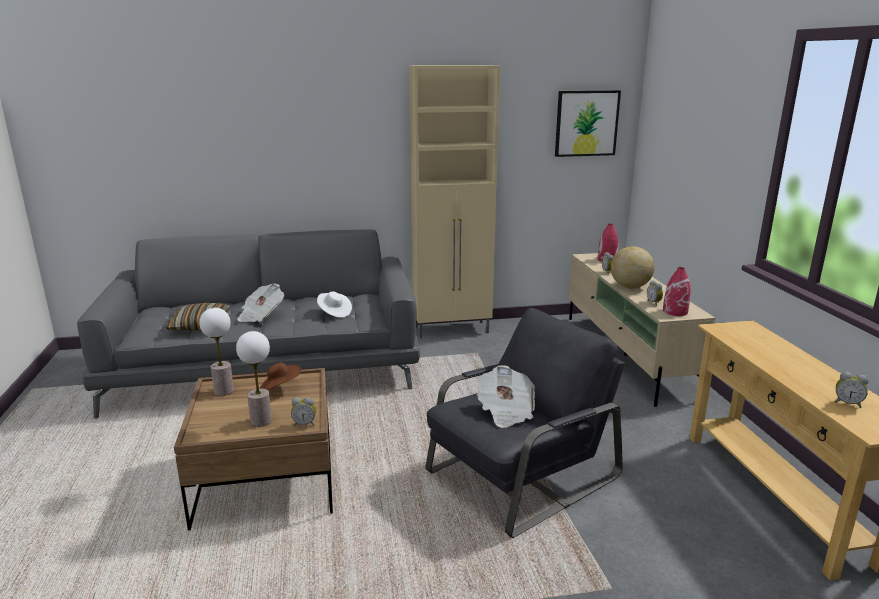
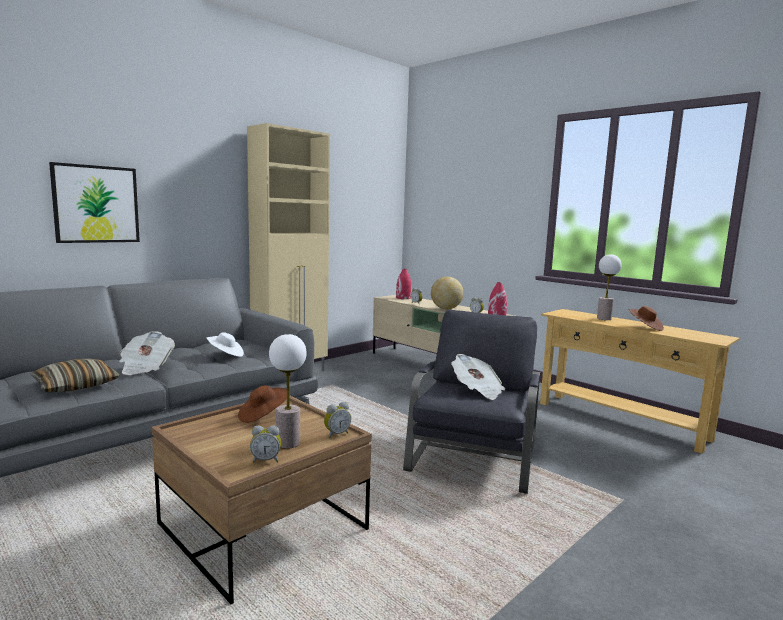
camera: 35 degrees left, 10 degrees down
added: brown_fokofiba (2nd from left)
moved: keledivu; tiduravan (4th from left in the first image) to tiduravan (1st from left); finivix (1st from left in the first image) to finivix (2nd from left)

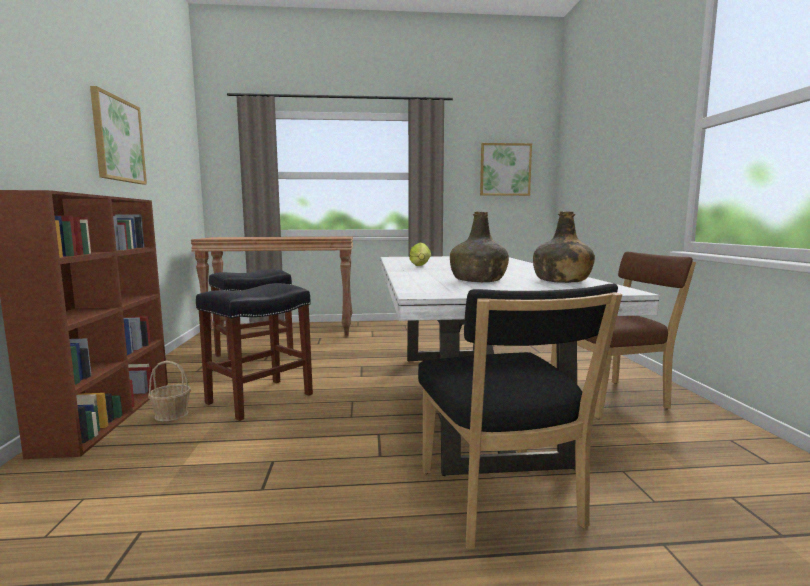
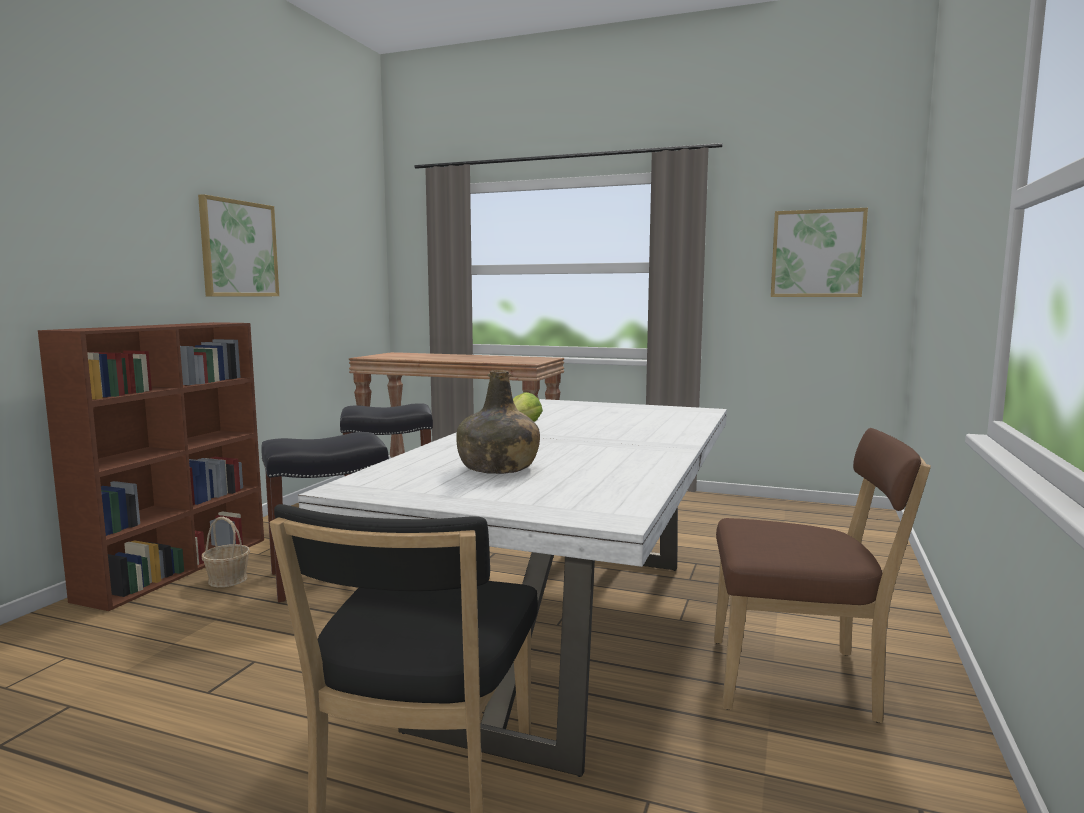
camera: 25 degrees right, 0 degrees up
removed: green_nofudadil (2nd from left)

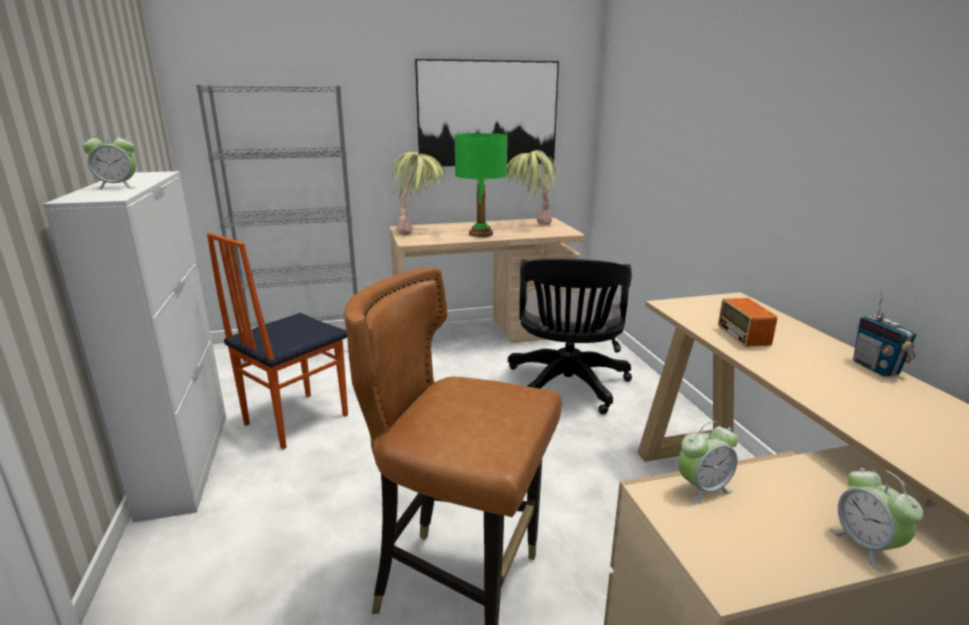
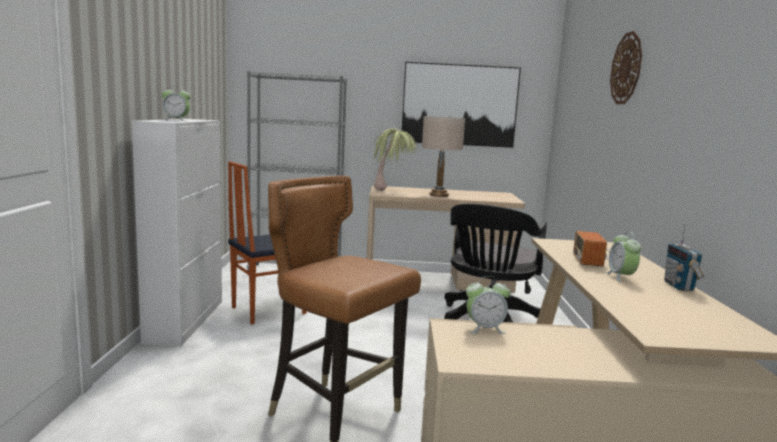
camera: 15 degrees right, 10 degrees down
removed: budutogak (2nd from left)
added: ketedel
moved: tiduravan (3rd from left)
recoloured: green_finivix to beige_finivix

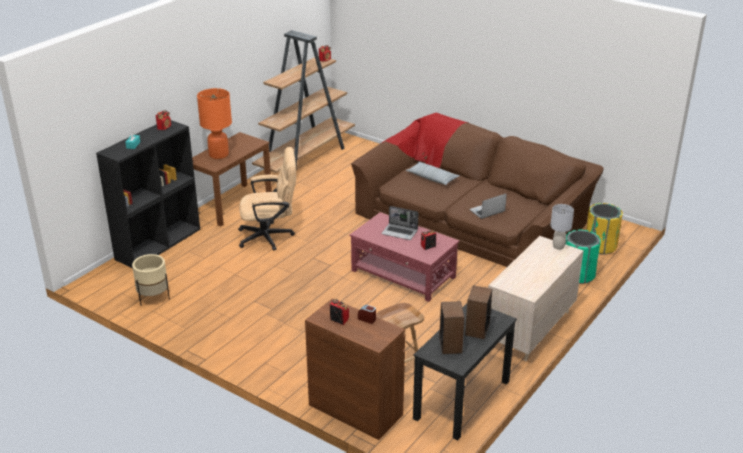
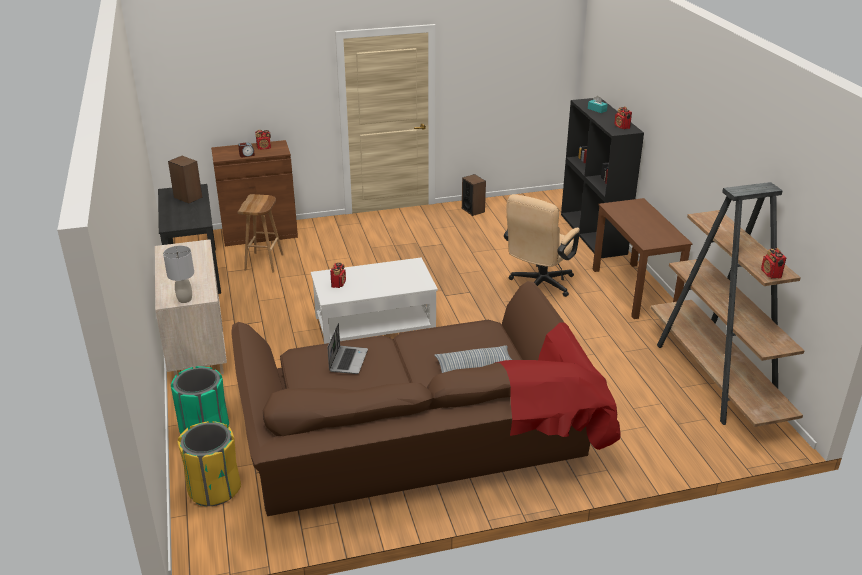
camera: 130 degrees right, 0 degrees up
removed: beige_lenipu; orange_finivix; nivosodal (1st from left)
moved: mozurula (2nd from left)
recoloured: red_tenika to white_tenika

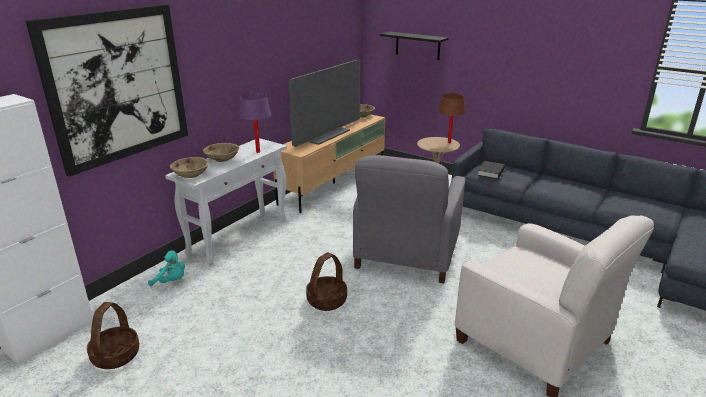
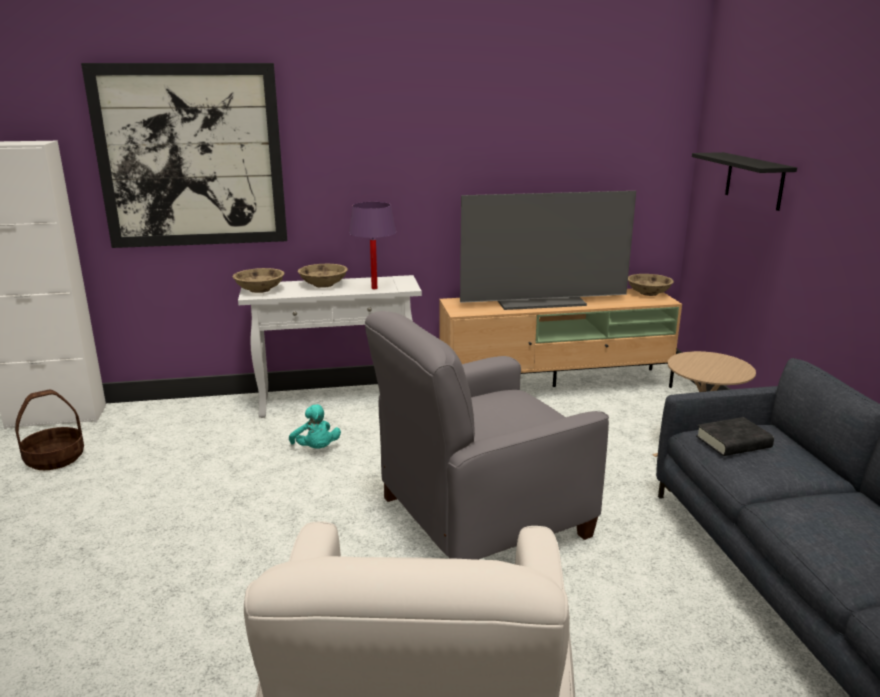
camera: 45 degrees right, 5 degrees down
removed: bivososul (2nd from left); brown_finivix
moved: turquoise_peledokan

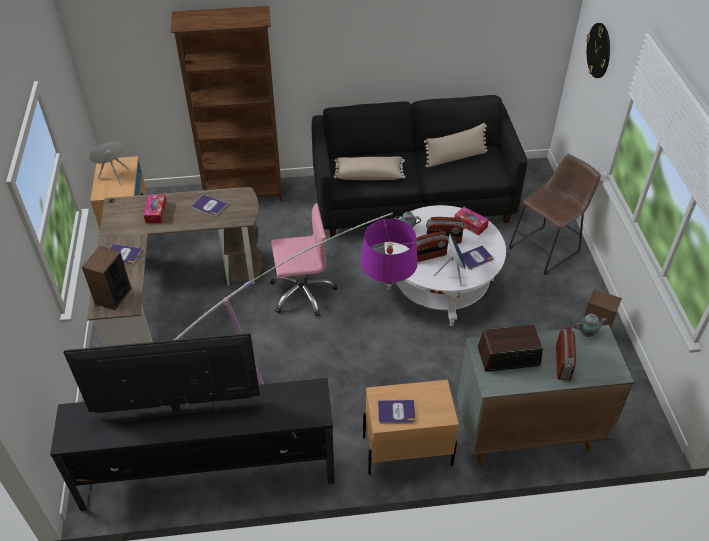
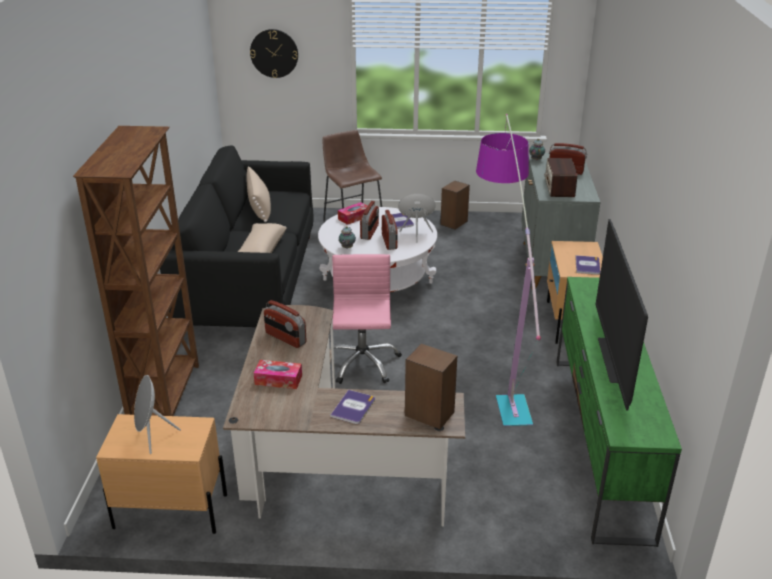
camera: 80 degrees left, 15 degrees down
replaced: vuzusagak (2nd from left) to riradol (1st from left)
recoloured: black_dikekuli to green_dikekuli

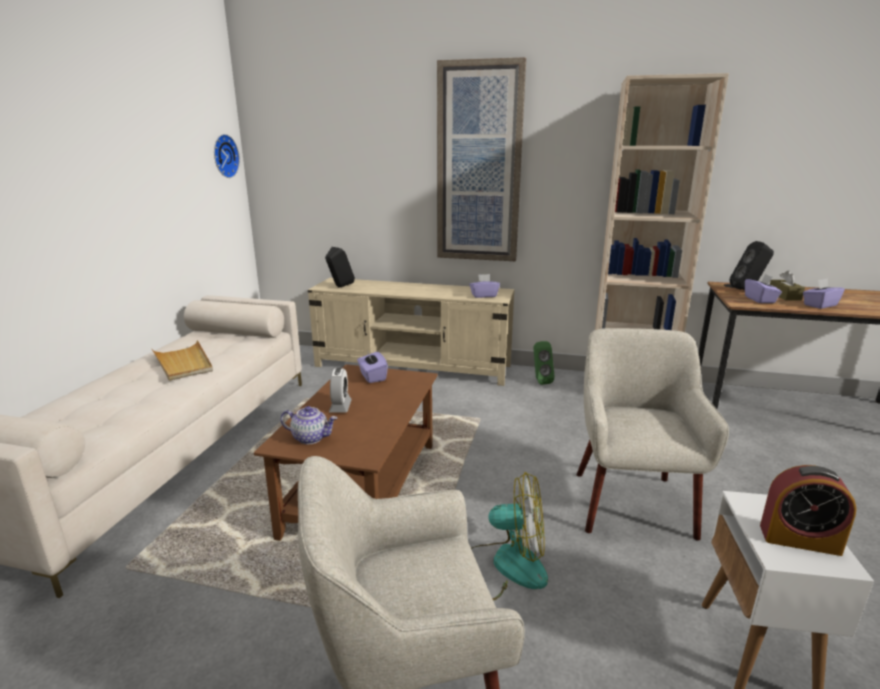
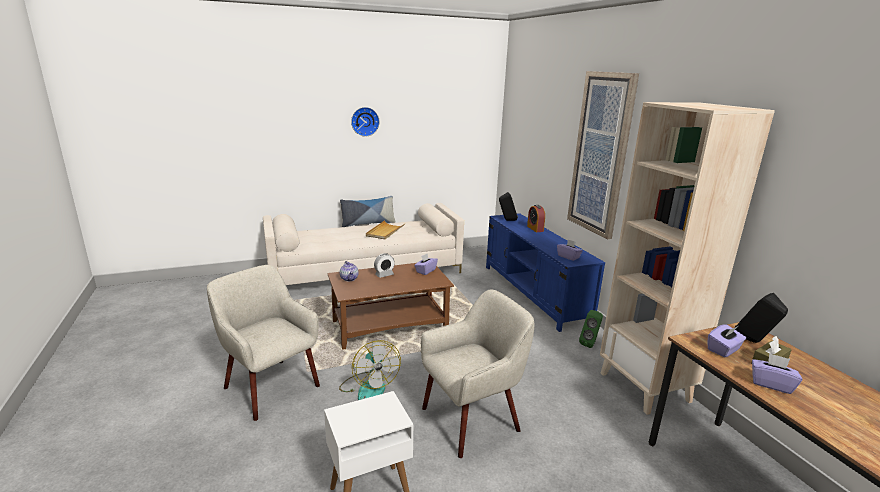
camera: 55 degrees right, 0 degrees up
added: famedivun
moved: ketedel; tiduravan (2nd from left)
recoloured: beige_dikekuli to blue_dikekuli

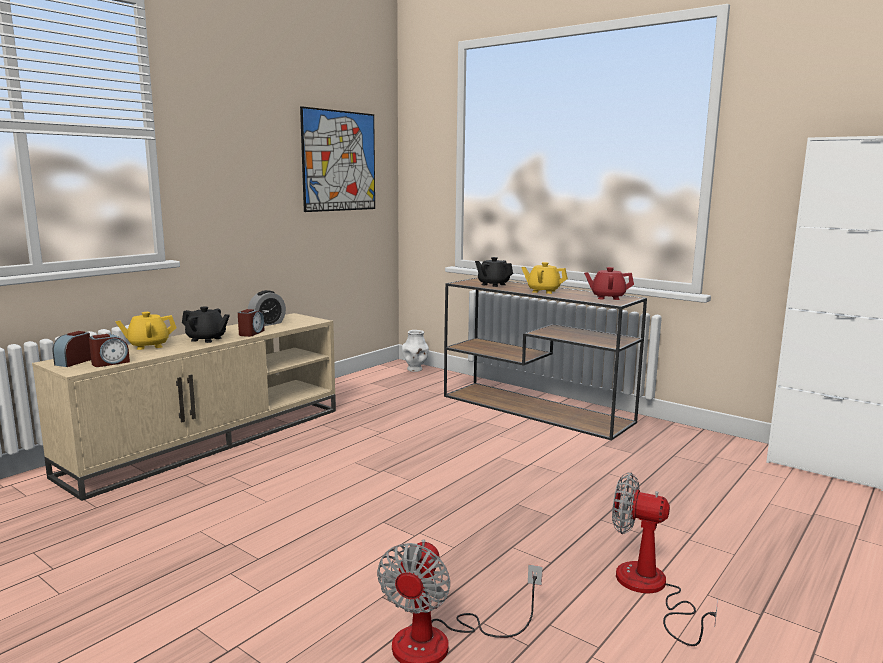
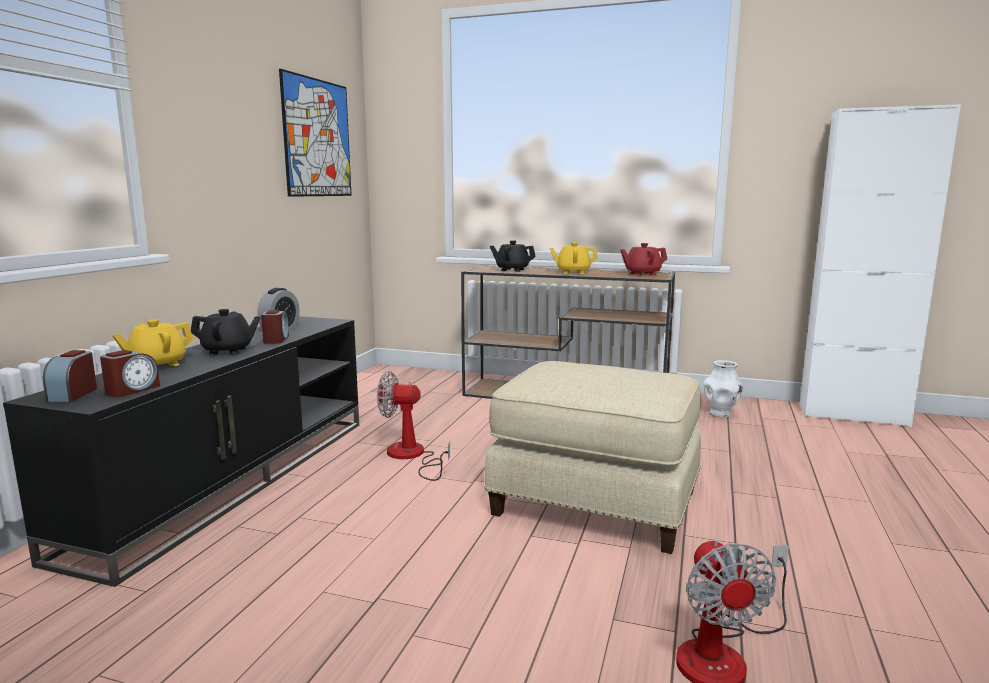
camera: 20 degrees left, 0 degrees up
added: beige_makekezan
moved: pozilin (2nd from left in the first image) to pozilin (1st from left); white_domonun
recoloured: beige_dikekuli to black_dikekuli

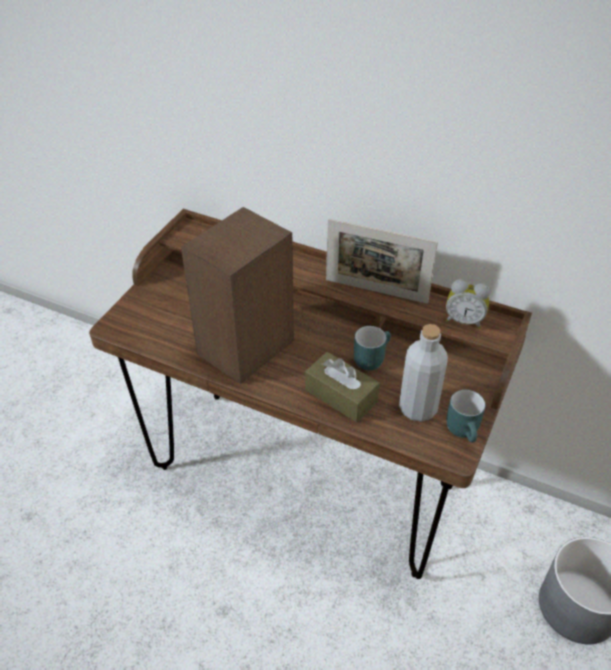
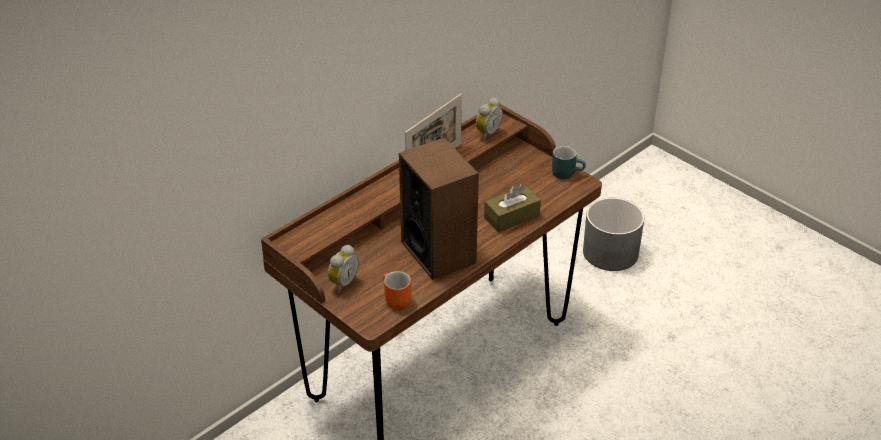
camera: 70 degrees left, 5 degrees down
removed: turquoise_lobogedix (1st from left); grey_nofudadil
added: tiduravan (1st from left); orange_lobogedix

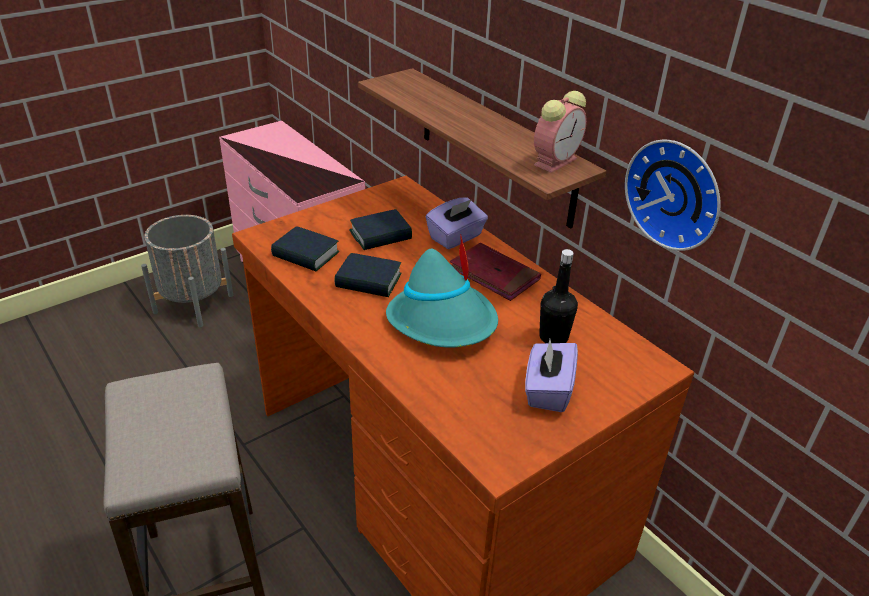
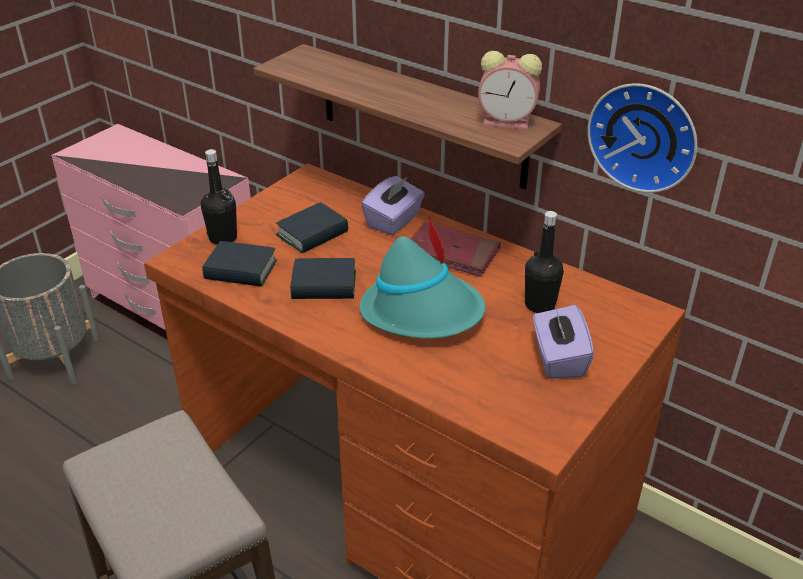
camera: 15 degrees left, 0 degrees up
added: black_nofudadil (1st from left)
turned: tiduravan 75 degrees clockwise

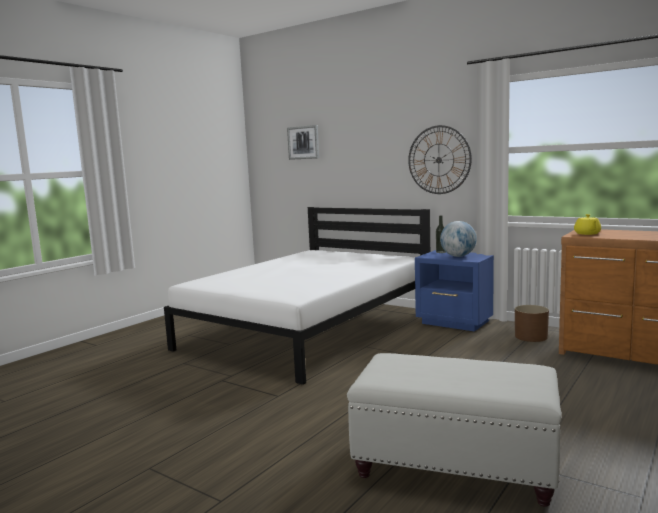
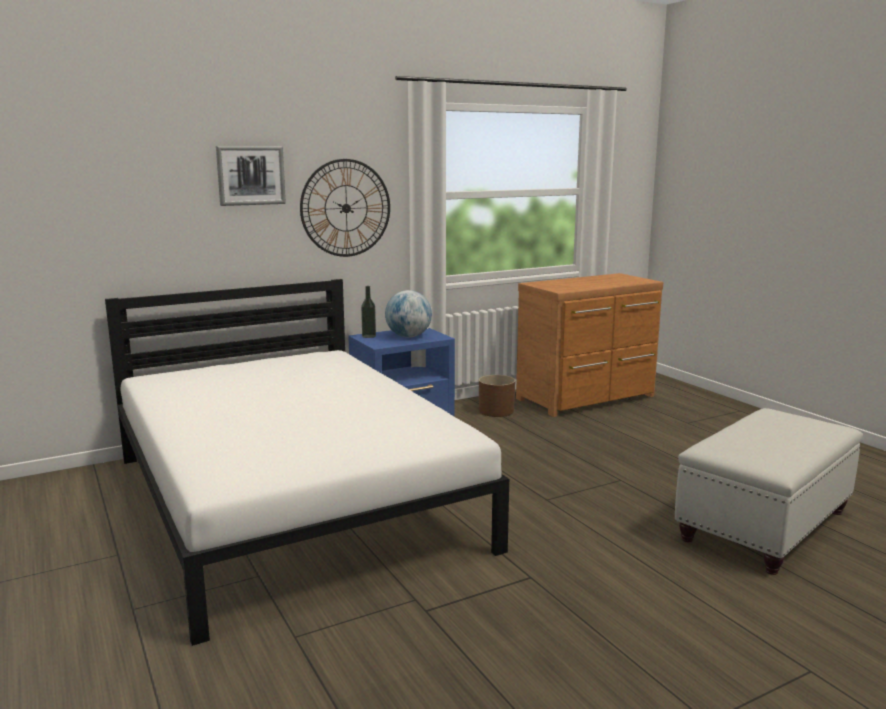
camera: 65 degrees left, 5 degrees up
removed: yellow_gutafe
moved: keledivu

